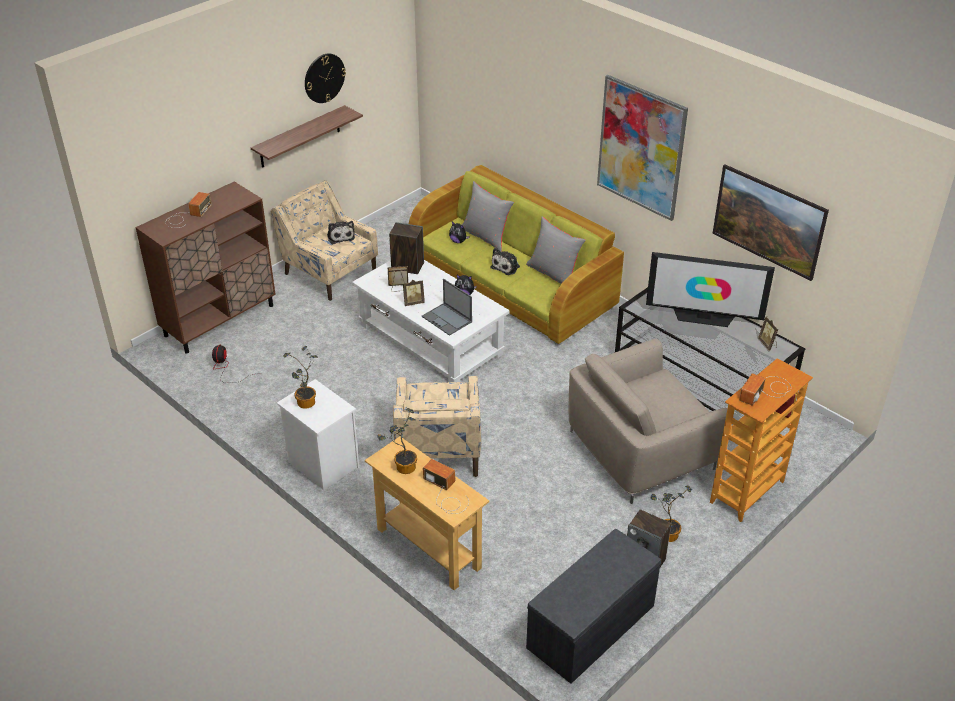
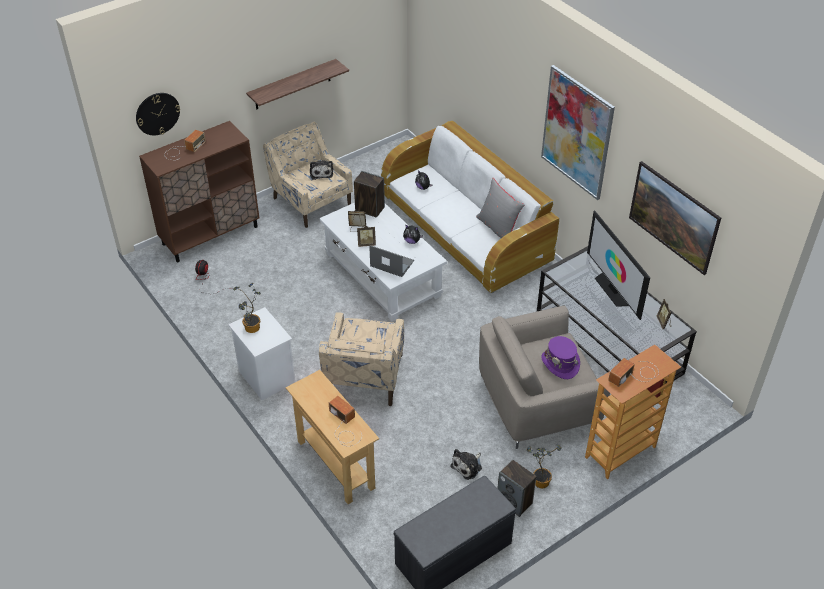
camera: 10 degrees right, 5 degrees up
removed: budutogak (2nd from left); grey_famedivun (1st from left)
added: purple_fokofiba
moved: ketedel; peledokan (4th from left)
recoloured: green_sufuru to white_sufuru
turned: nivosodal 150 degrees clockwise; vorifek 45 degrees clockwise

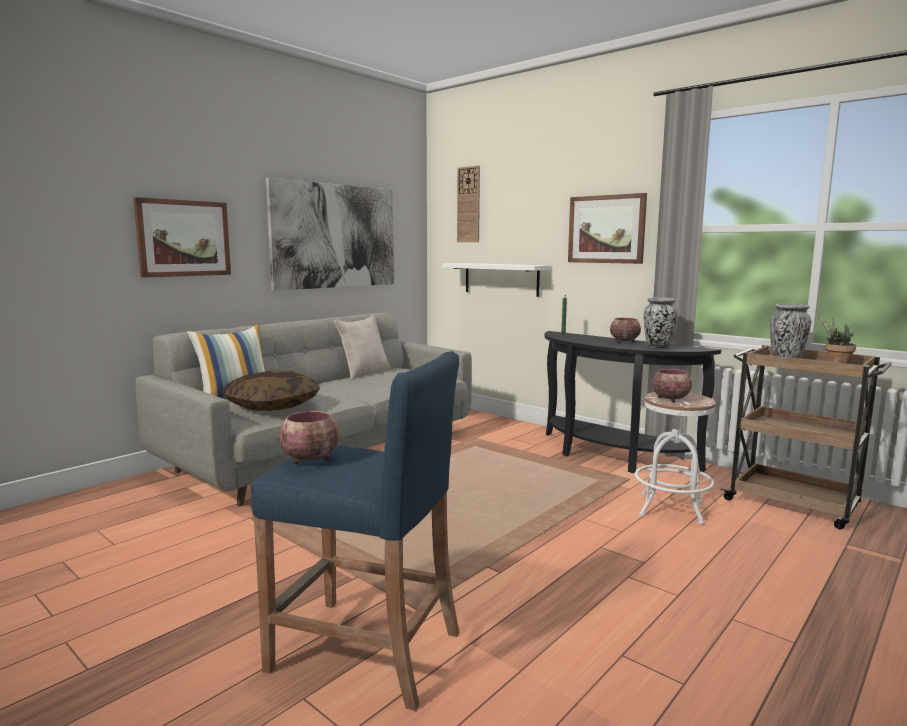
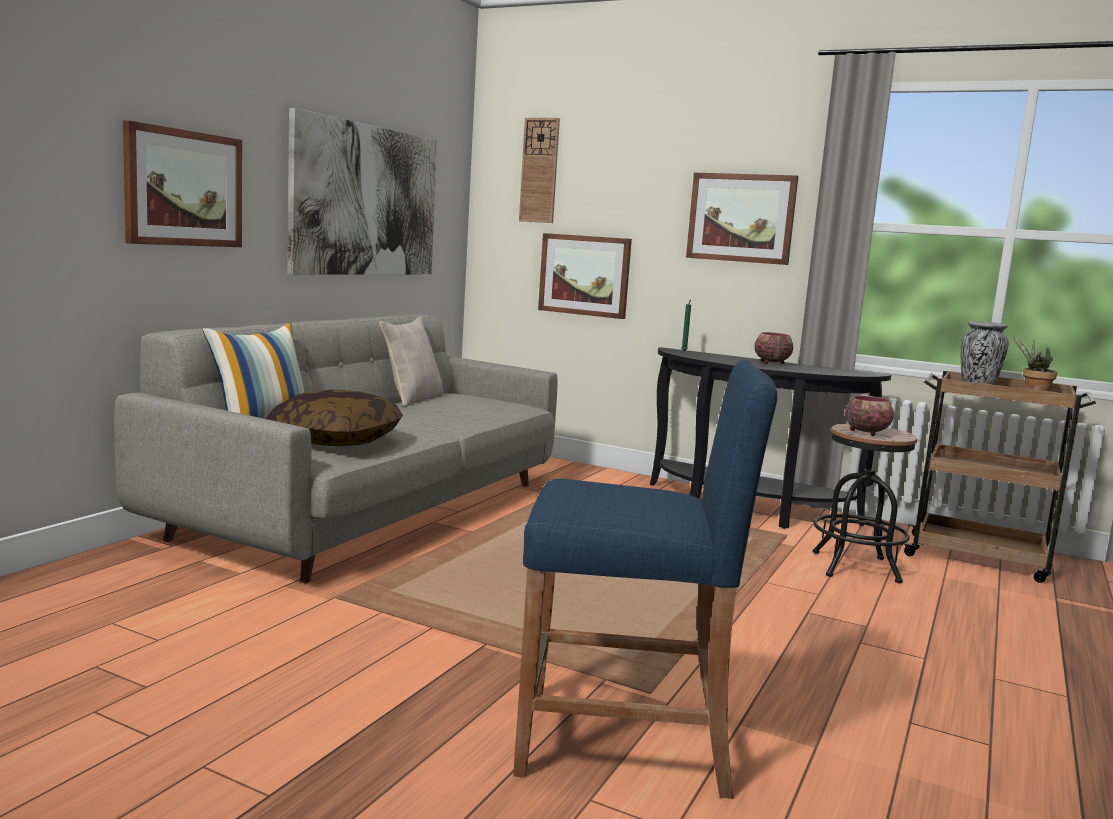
camera: 15 degrees left, 0 degrees up
removed: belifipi (1st from left); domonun (1st from left)
replaced: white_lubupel to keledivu (3rd from left)
recoloured: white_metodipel to black_metodipel

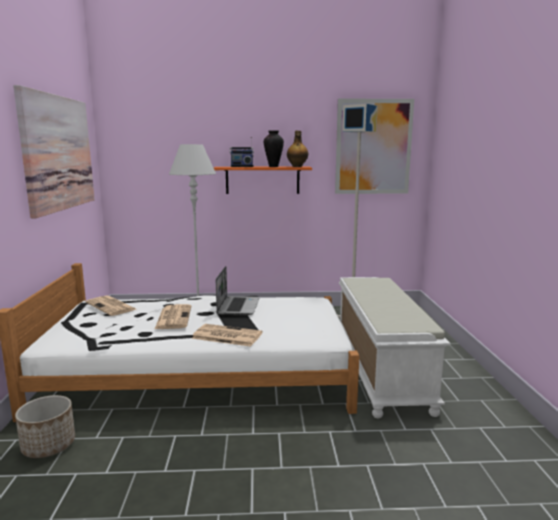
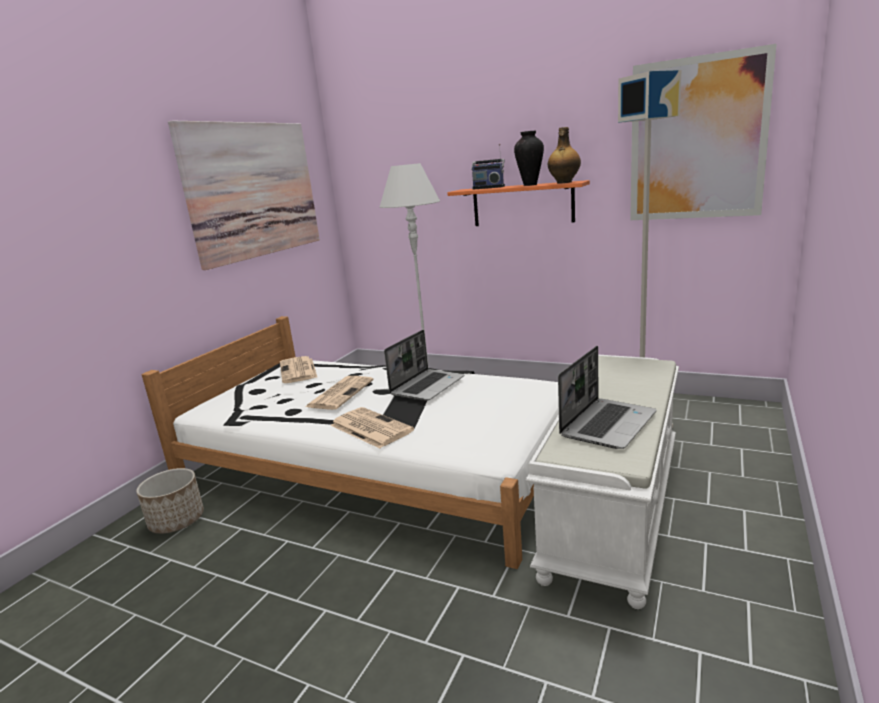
camera: 30 degrees right, 5 degrees up
added: nivosodal (2nd from left)

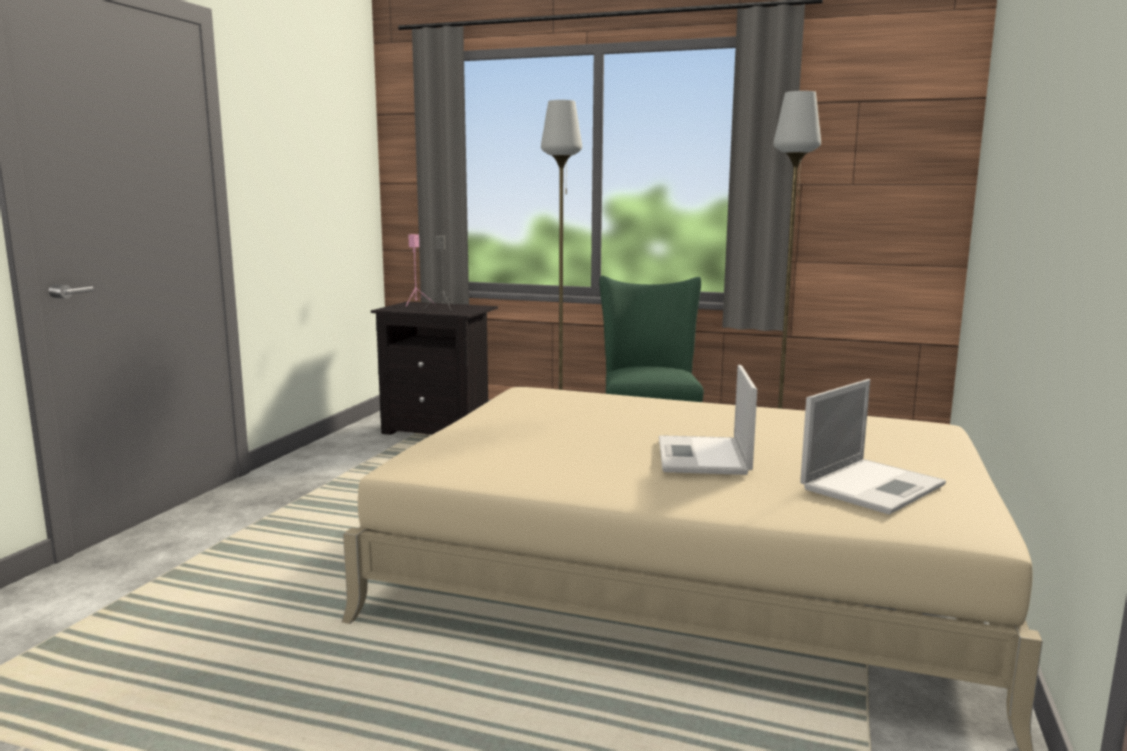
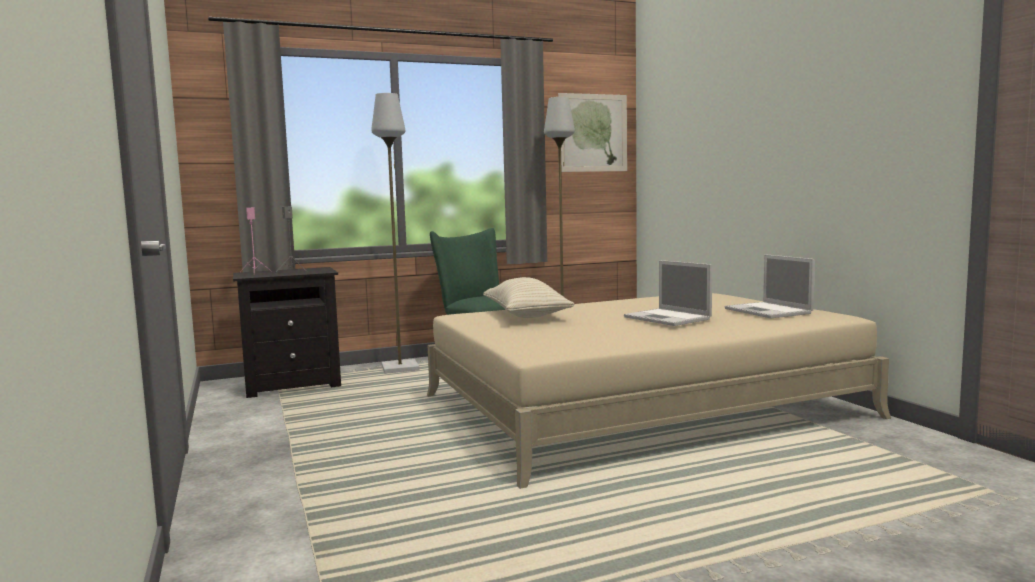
camera: 40 degrees left, 5 degrees down
added: beige_famedivun; keledivu
turned: nivosodal (2nd from left) 150 degrees clockwise

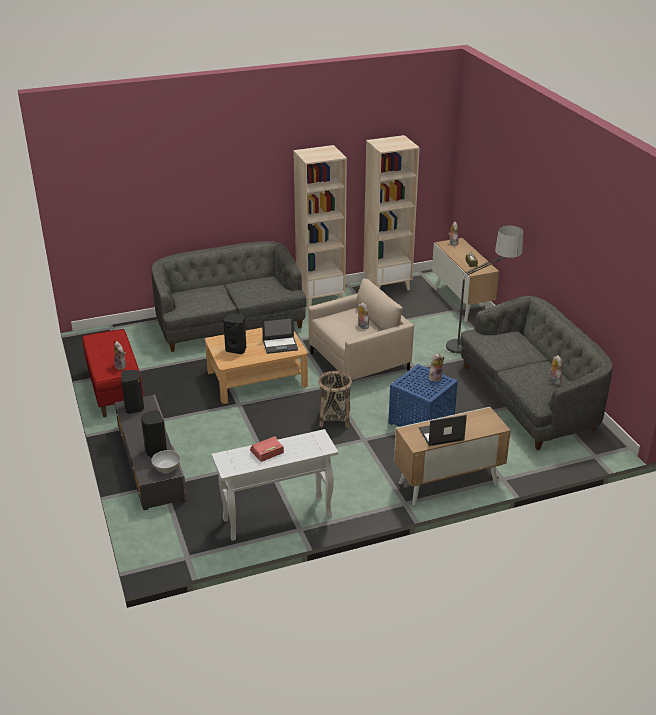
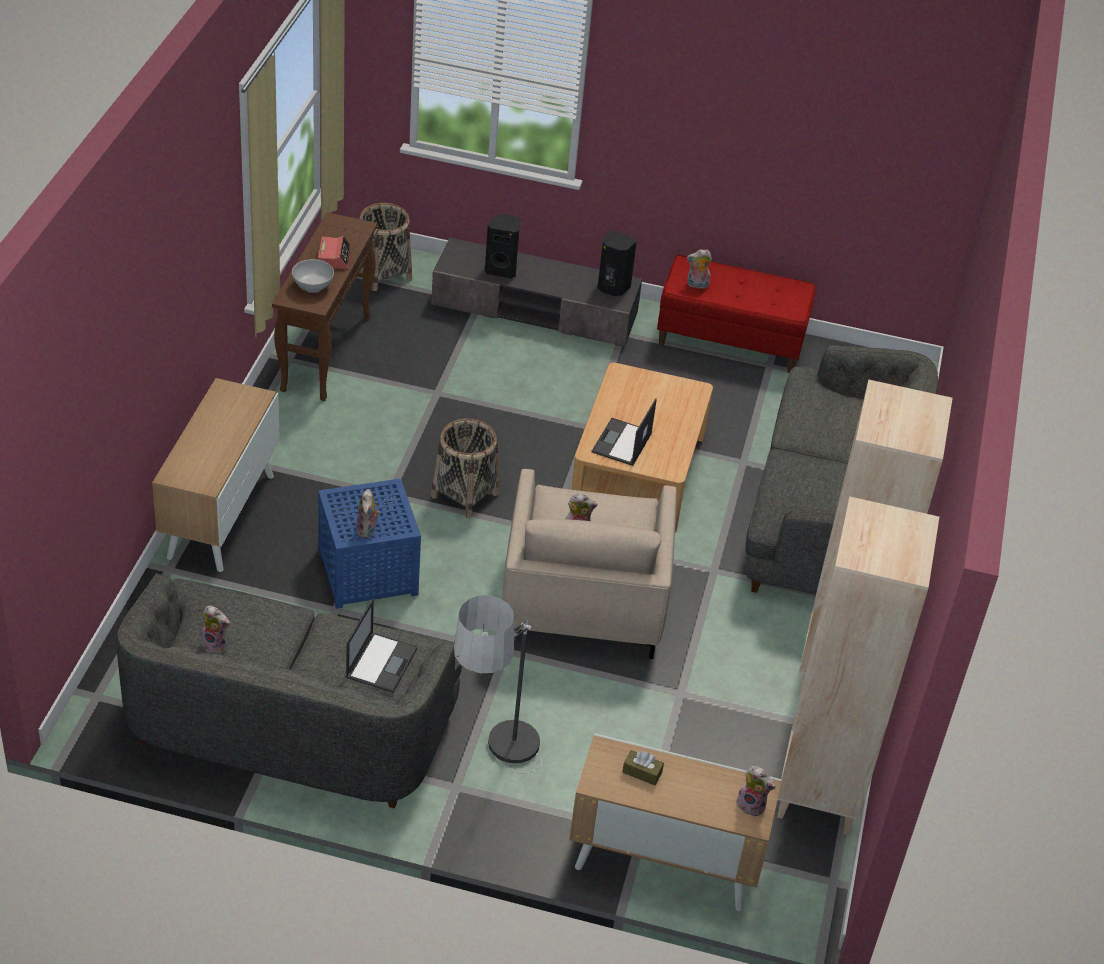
camera: 120 degrees right, 10 degrees up
removed: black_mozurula (3rd from left)
added: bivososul (1st from left)
moved: white_belifipi; nivosodal (2nd from left in the first image) to nivosodal (1st from left)
recoloured: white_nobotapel to brown_nobotapel

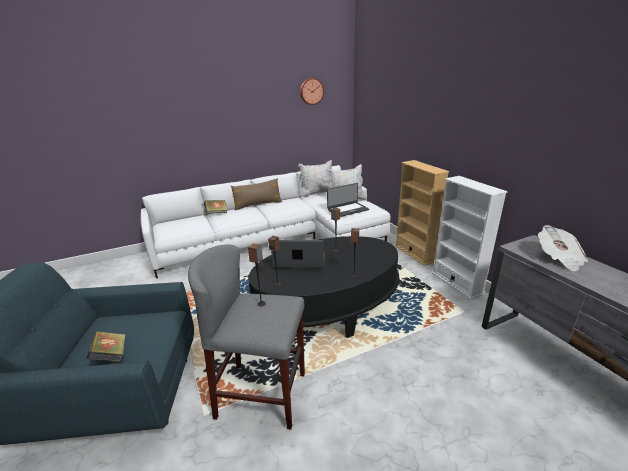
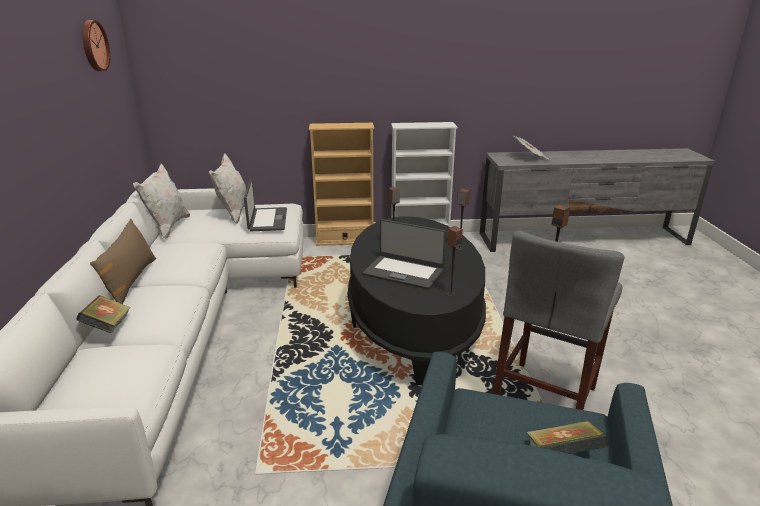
camera: 70 degrees left, 0 degrees up
turned: nivosodal (1st from left in the first image) 90 degrees counterclockwise

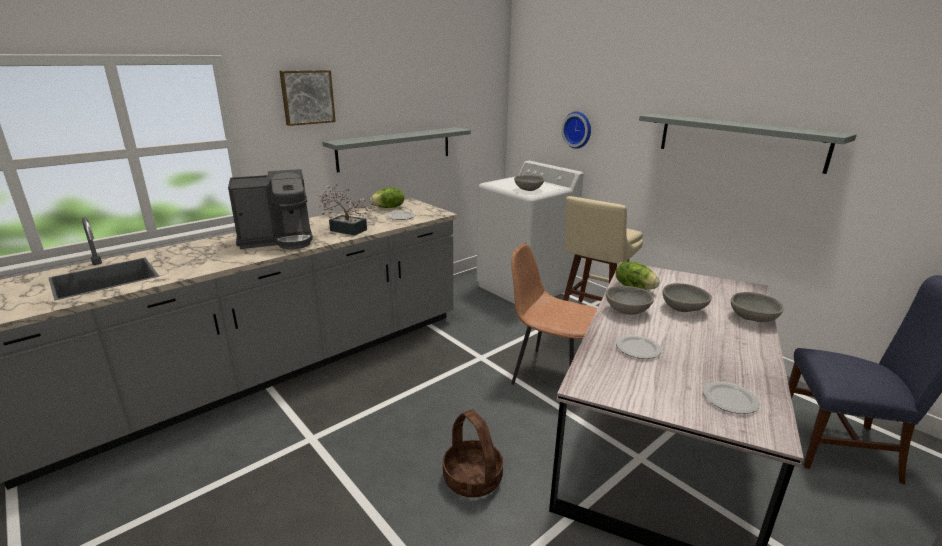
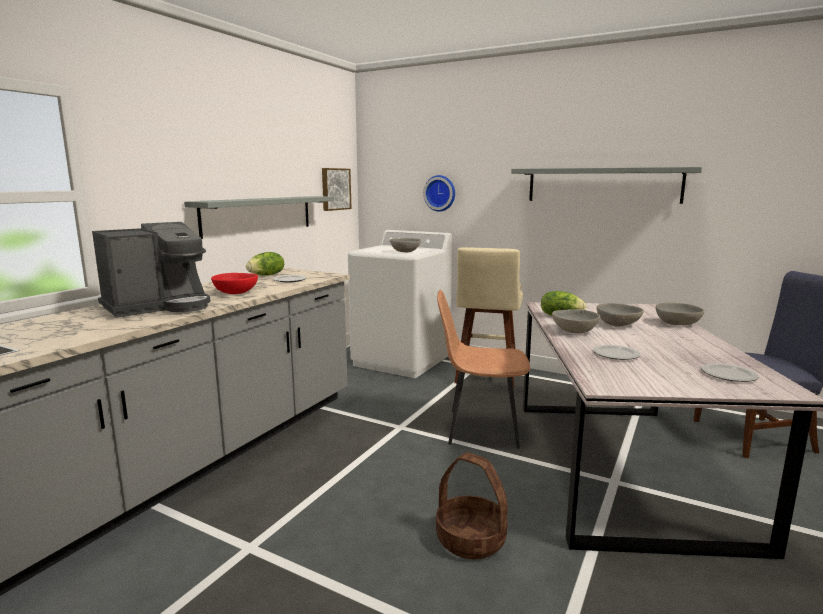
camera: 20 degrees left, 10 degrees down
moved: keledivu
replaced: budutogak to red_belifipi

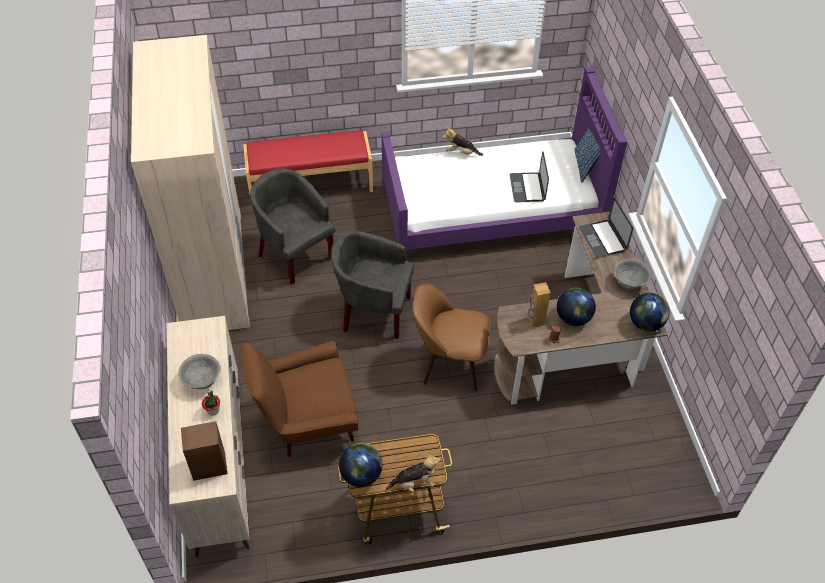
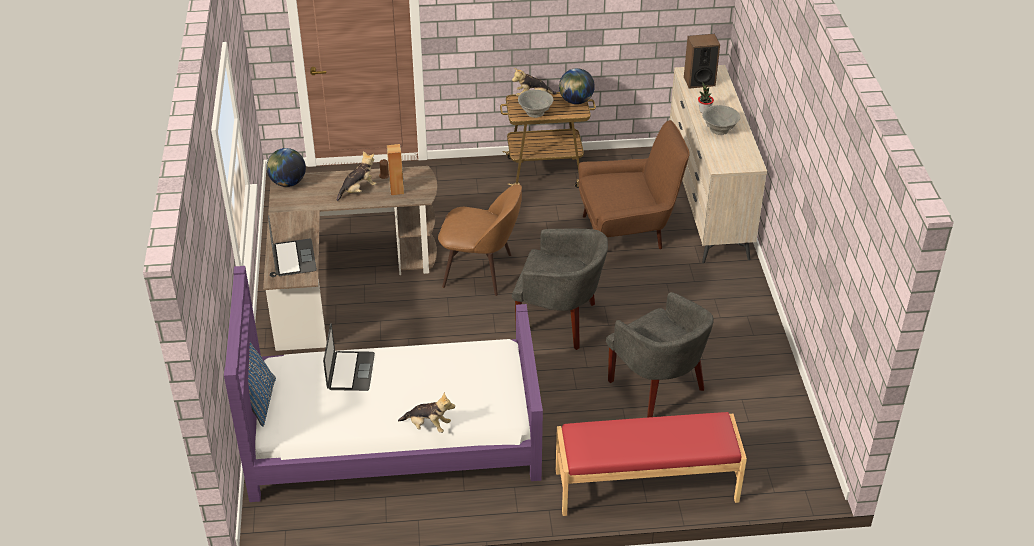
camera: 175 degrees left, 10 degrees down
removed: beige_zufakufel
moved: grey_belifipi (2nd from left in the first image) to grey_belifipi (1st from left)
replaced: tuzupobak (2nd from left) to peledokan (1st from left)

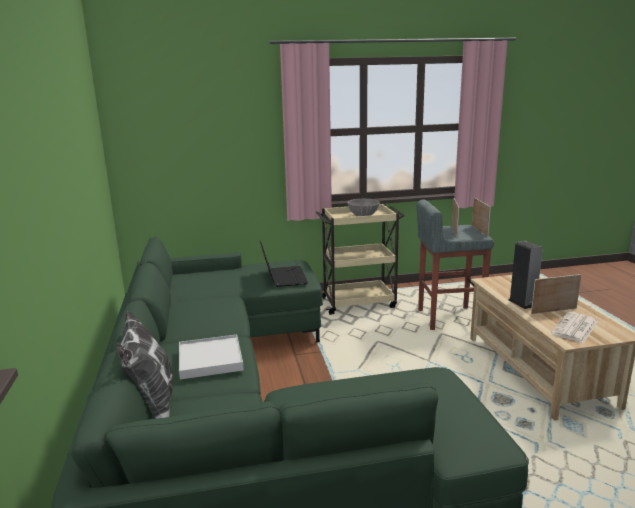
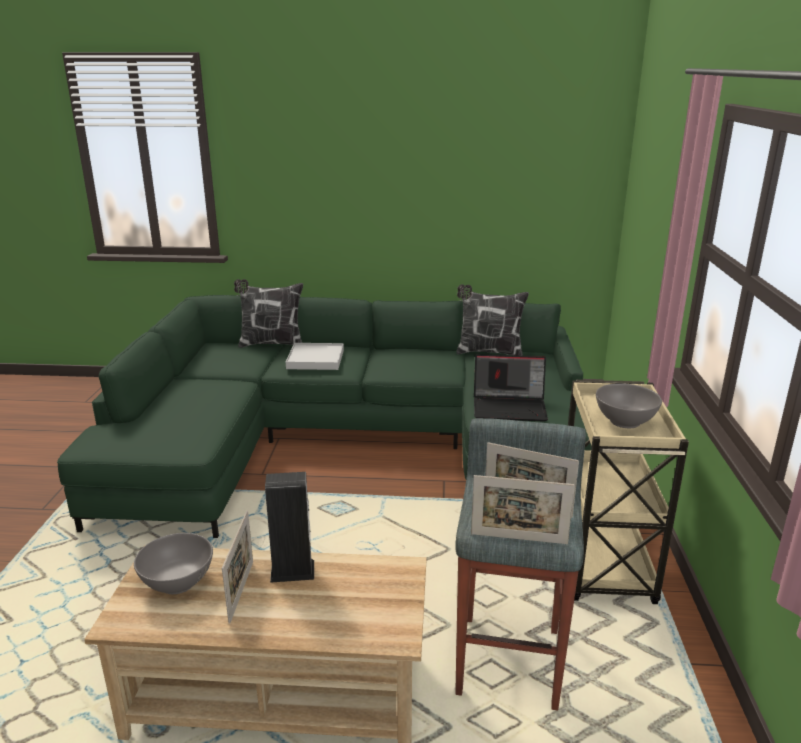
camera: 105 degrees right, 5 degrees up
added: famedivun (2nd from left)
replaced: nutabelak to grey_belifipi (1st from left)

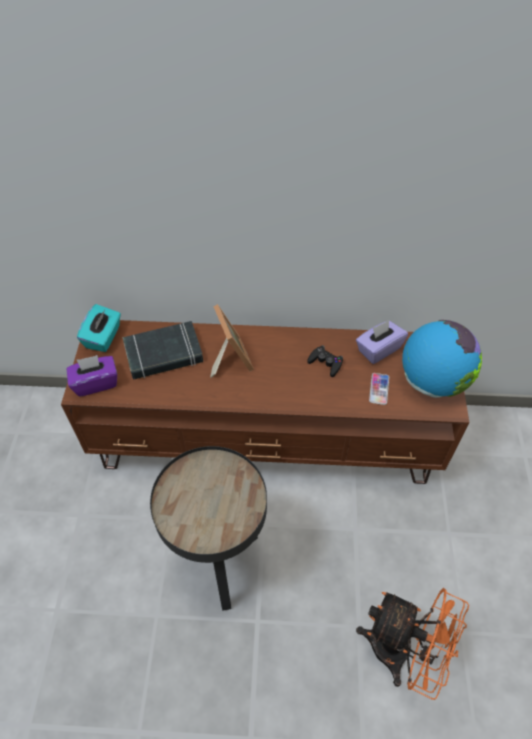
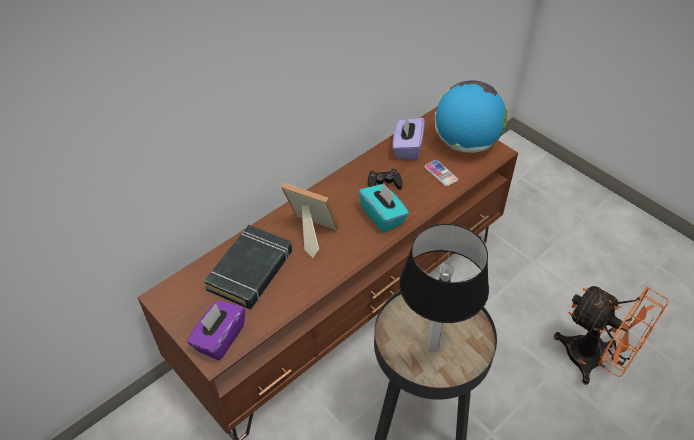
camera: 45 degrees left, 5 degrees down
added: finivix
moved: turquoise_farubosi
turned: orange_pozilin 60 degrees clockwise

